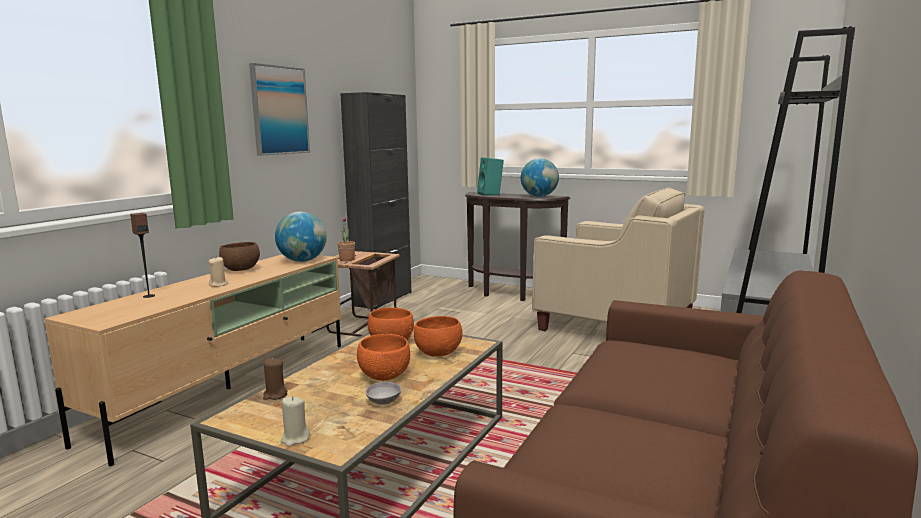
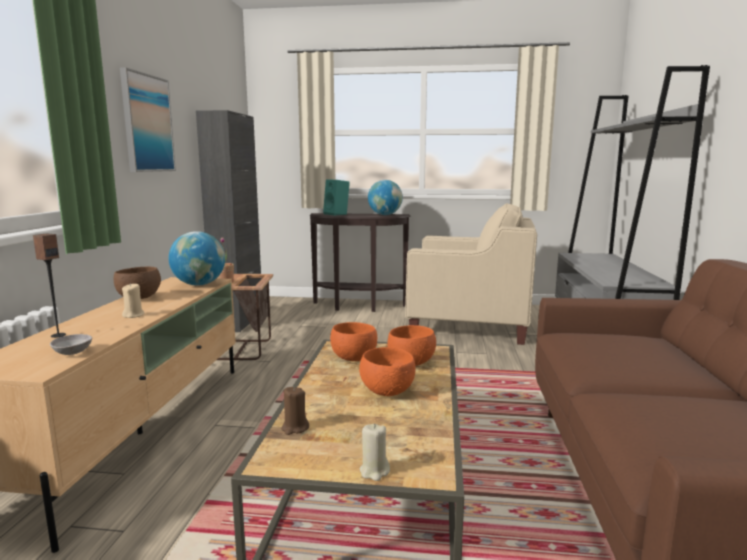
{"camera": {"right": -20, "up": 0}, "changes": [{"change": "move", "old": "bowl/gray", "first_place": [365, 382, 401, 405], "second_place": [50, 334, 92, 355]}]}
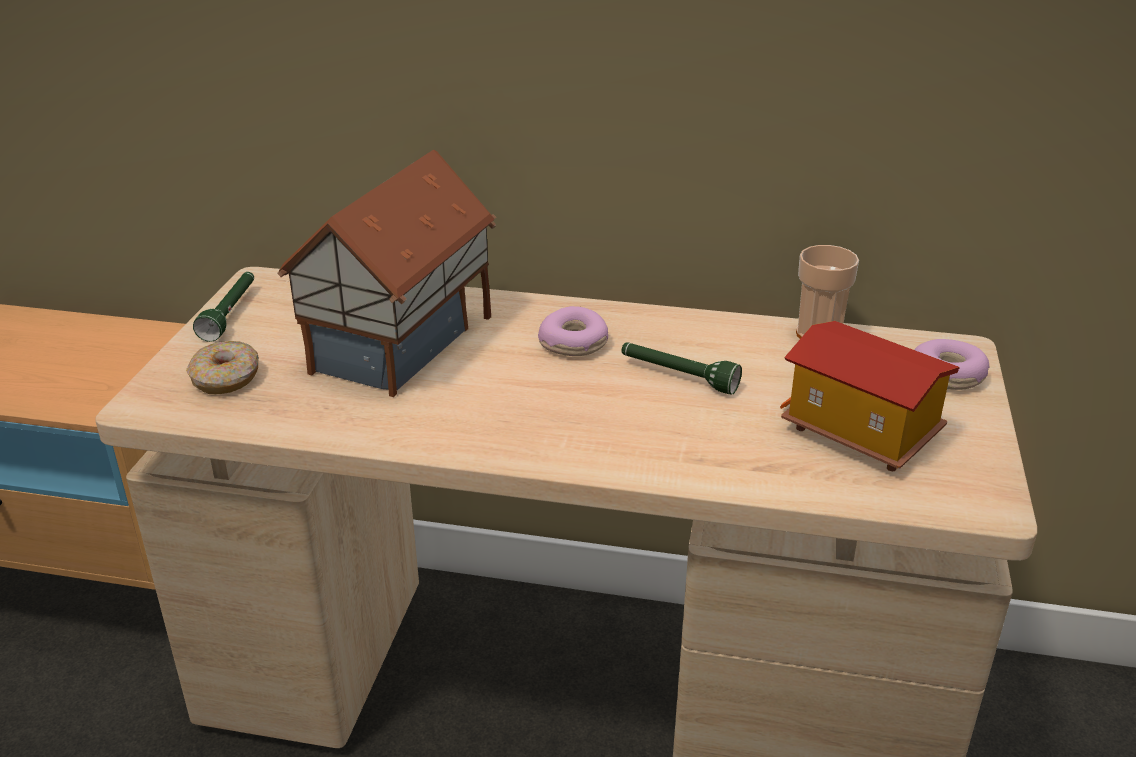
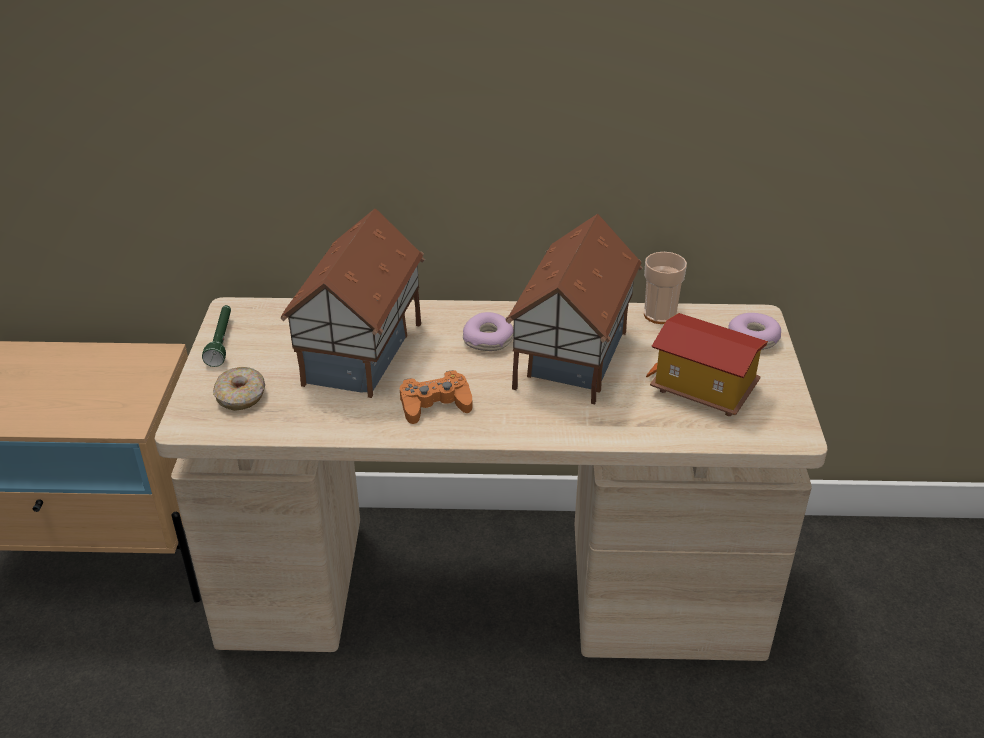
{"camera": {"right": -10, "up": 5}, "changes": [{"change": "insert", "new": "gamepad/orange-coloured", "second_place": [400, 370, 472, 424]}, {"change": "replace", "old": "hand torch/green-coloured", "new": "model house", "first_place": [622, 342, 742, 395], "second_place": [505, 214, 643, 404]}]}
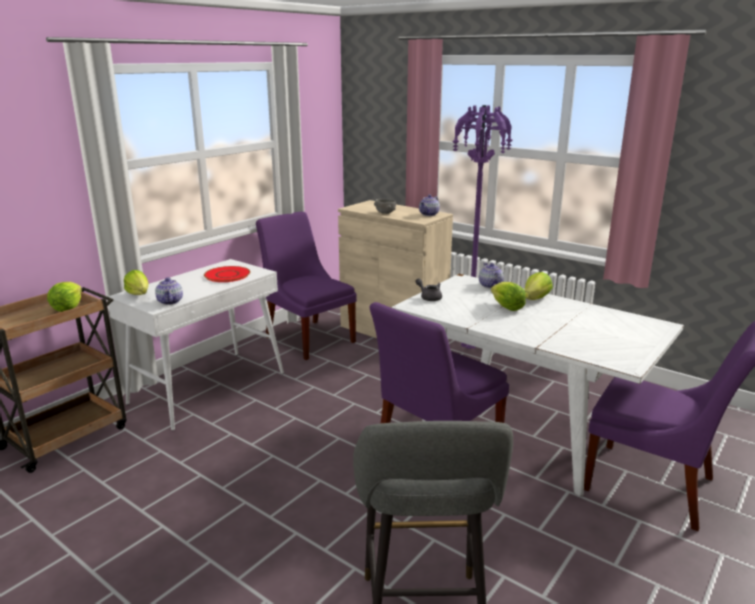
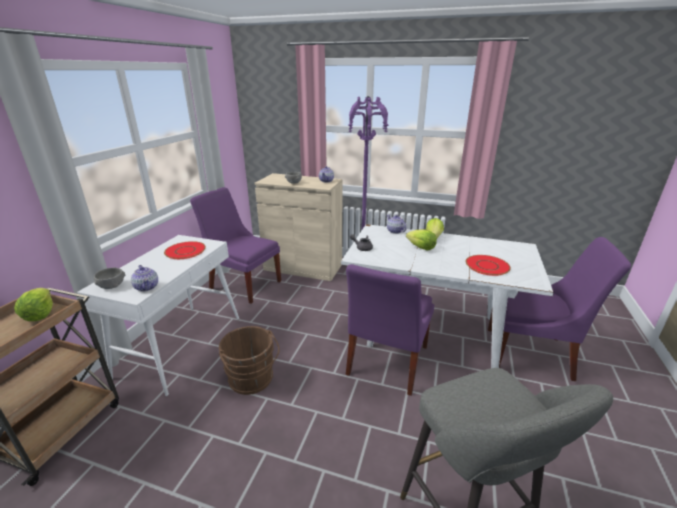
{"camera": {"right": -20, "up": 5}, "changes": [{"change": "replace", "old": "head of lettuce", "new": "bowl/gray", "first_place": [124, 270, 149, 295], "second_place": [94, 268, 125, 289]}, {"change": "insert", "new": "pail/brownish", "second_place": [219, 326, 280, 395]}, {"change": "insert", "new": "flat dish/red-coloured", "second_place": [466, 255, 511, 276]}]}
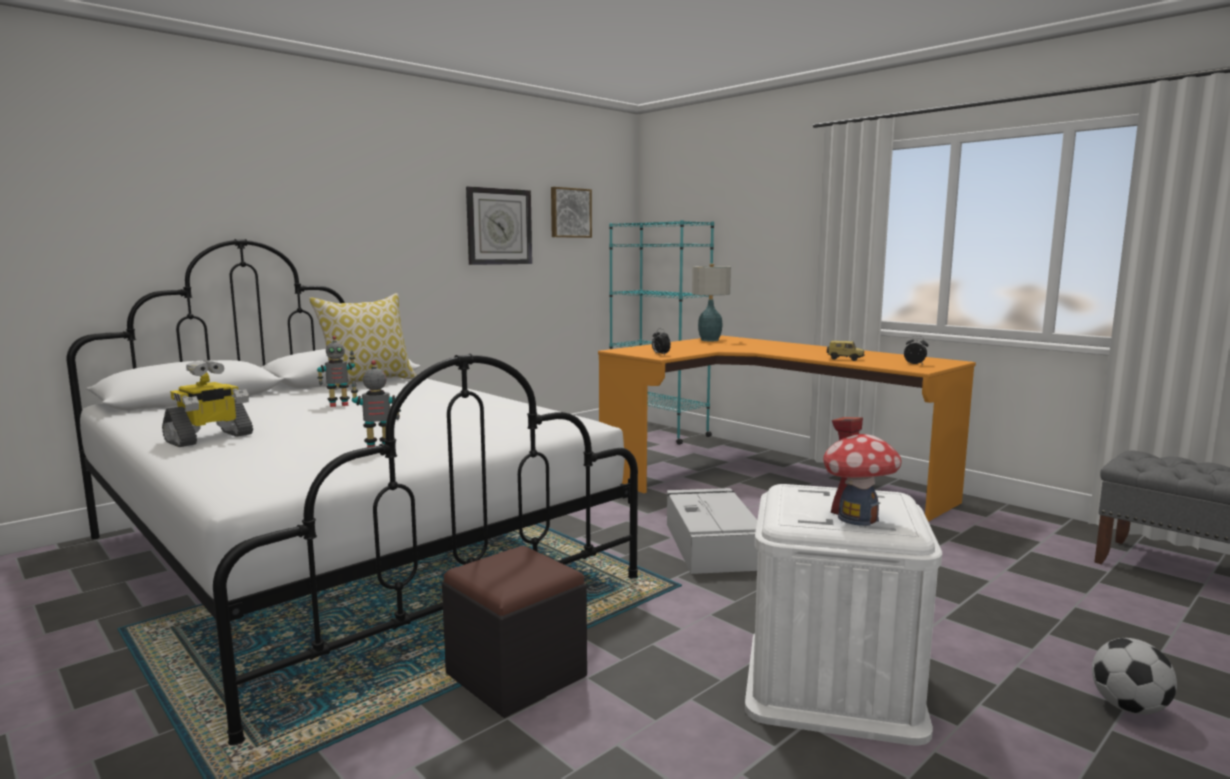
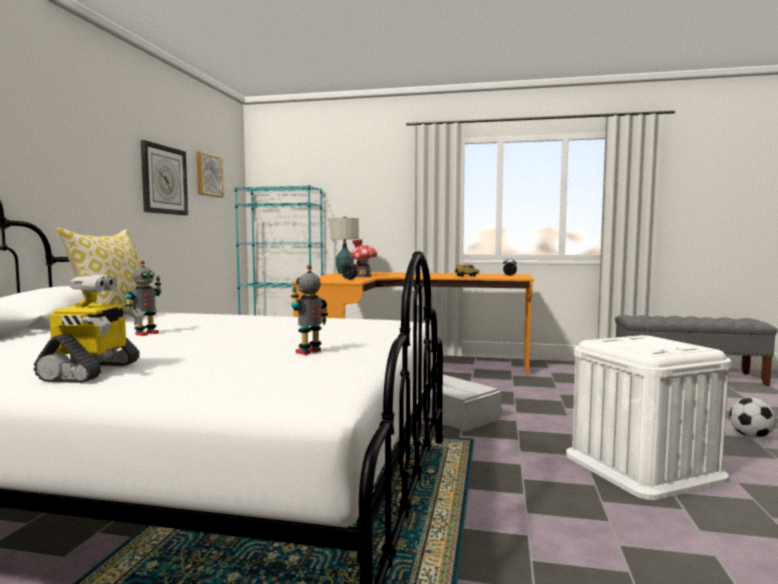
{"camera": {"right": -35, "up": -5}, "changes": [{"change": "move", "old": "model house", "first_place": [823, 417, 902, 526], "second_place": [350, 239, 377, 277]}, {"change": "delete", "old": "pouffe/black-coloured", "first_place": [442, 546, 587, 718]}]}
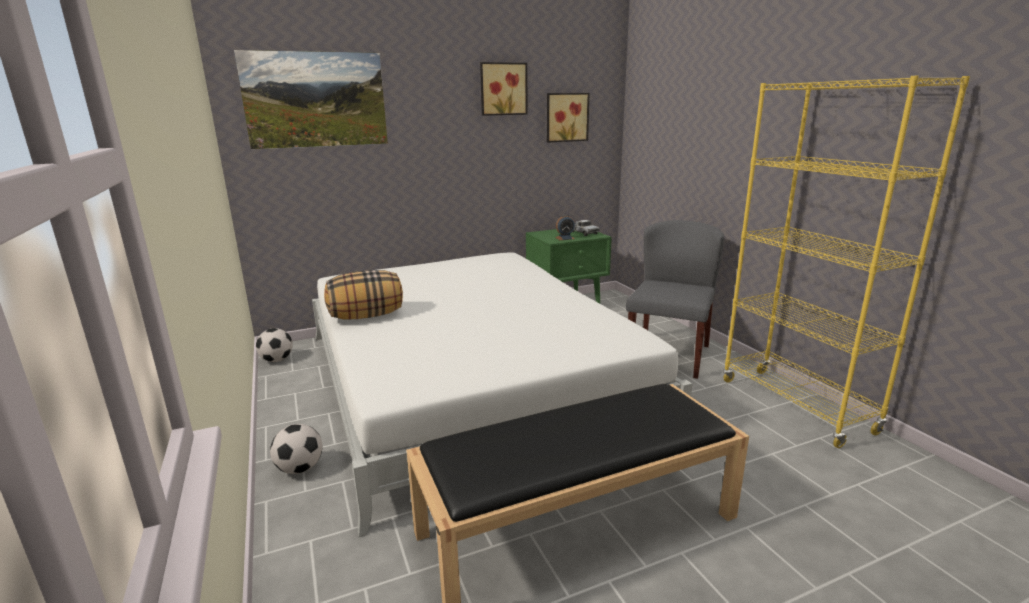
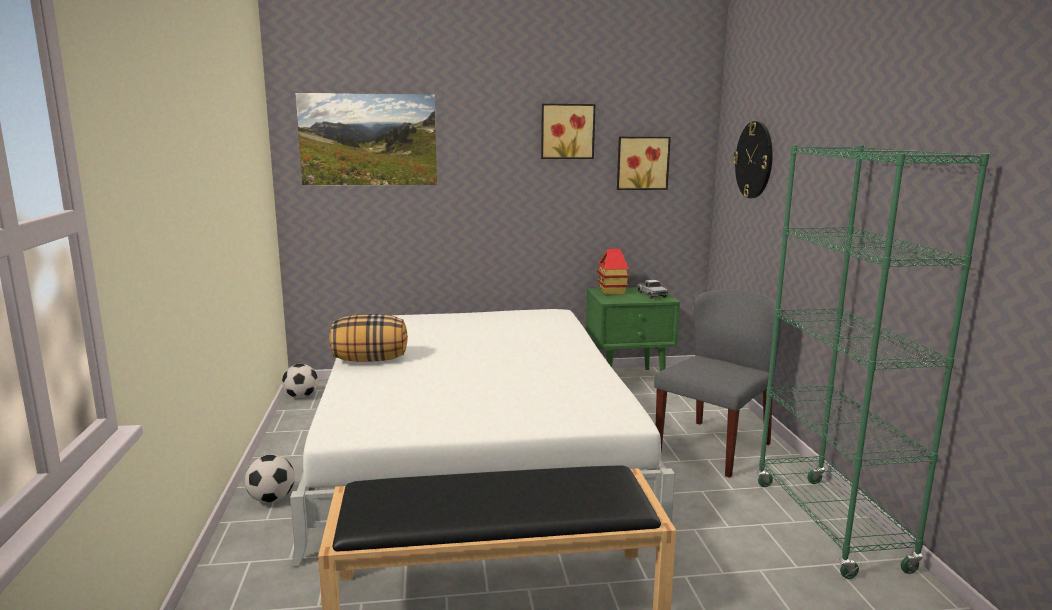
{"camera": {"right": 15, "up": -5}, "changes": [{"change": "insert", "new": "model house", "second_place": [597, 249, 630, 295]}, {"change": "insert", "new": "hanging clock", "second_place": [733, 121, 773, 198]}, {"change": "recolor", "old": "bookcase/yellowish", "new": "bookcase/green-coloured", "first_place": [723, 76, 970, 448], "second_place": [757, 145, 990, 579]}, {"change": "delete", "old": "bedside clock", "first_place": [555, 215, 575, 240]}]}
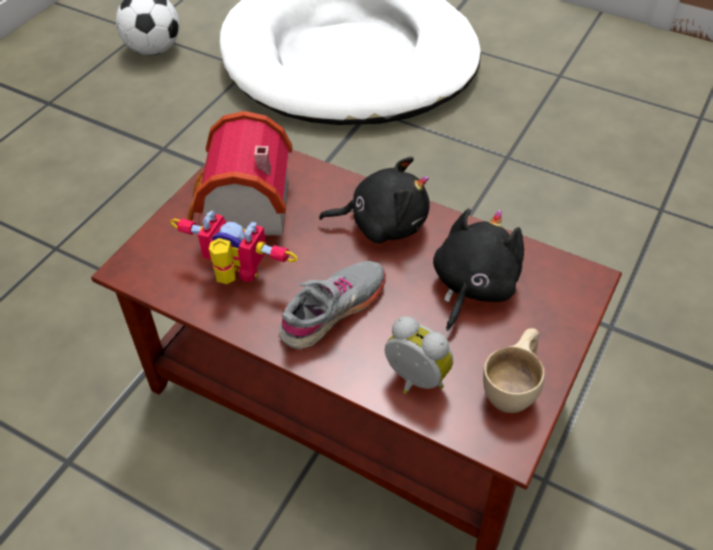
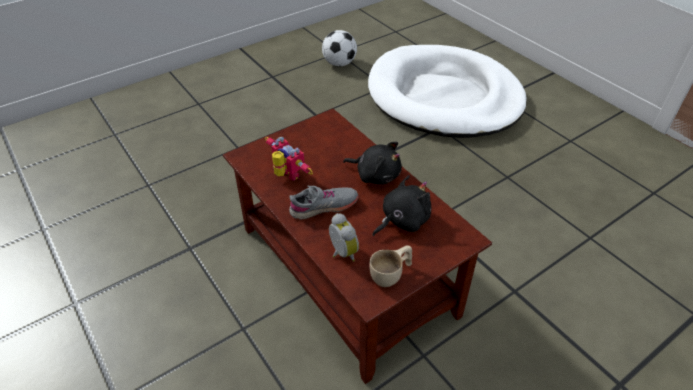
{"camera": {"right": 25, "up": -5}, "changes": [{"change": "delete", "old": "model house", "first_place": [187, 111, 292, 235]}]}
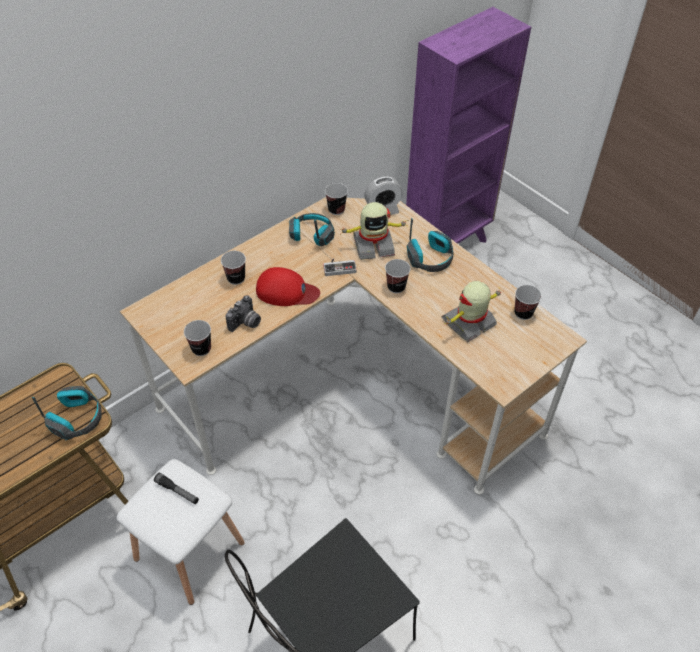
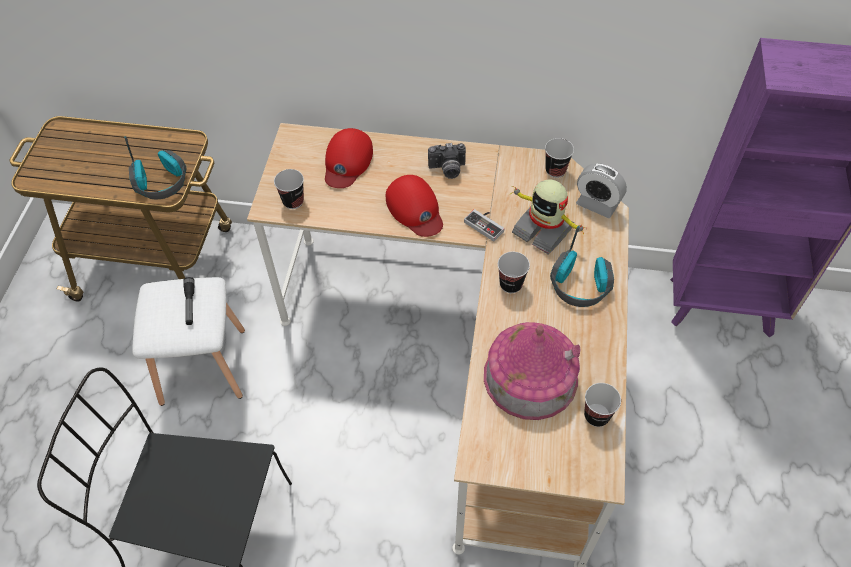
{"camera": {"right": 50, "up": 5}, "changes": [{"change": "insert", "new": "cap/red-coloured", "second_place": [325, 128, 373, 188]}, {"change": "move", "old": "still camera", "first_place": [226, 295, 261, 332], "second_place": [428, 143, 466, 179]}, {"change": "replace", "old": "robot figure", "new": "model house", "first_place": [442, 281, 501, 342], "second_place": [484, 322, 580, 420]}, {"change": "delete", "old": "small cup", "first_place": [221, 251, 246, 285]}, {"change": "delete", "old": "headphones", "first_place": [289, 213, 335, 246]}]}
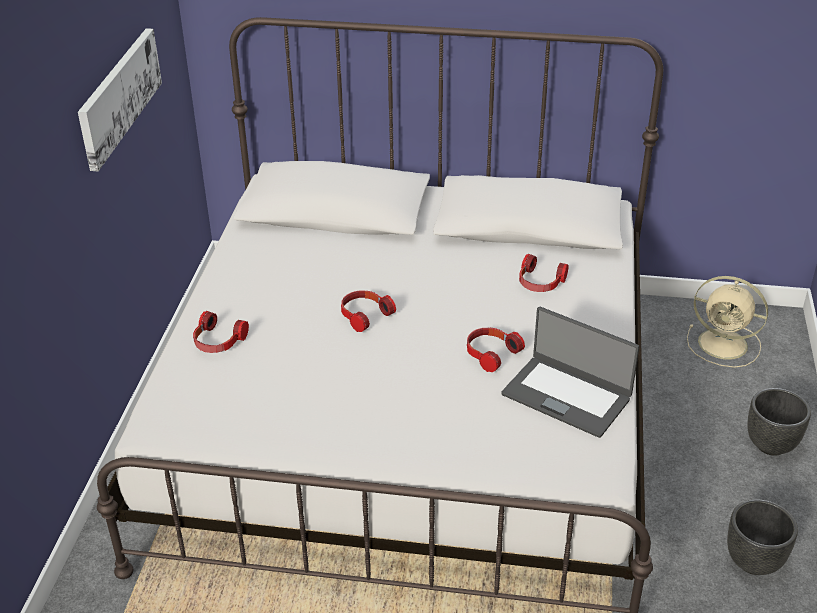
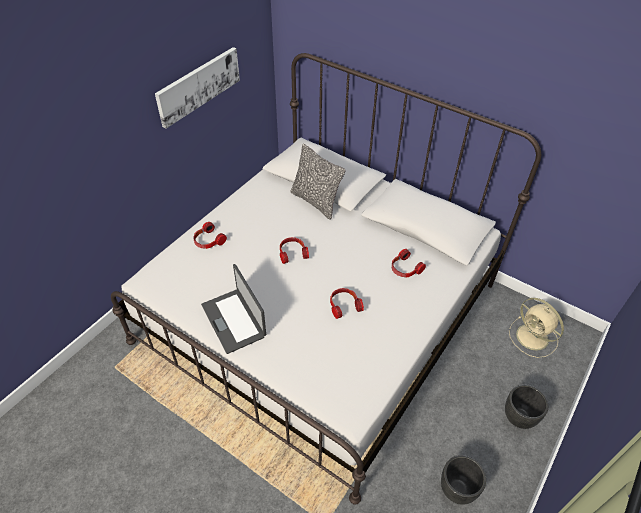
{"camera": {"right": 25, "up": 10}, "changes": [{"change": "move", "old": "laptop", "first_place": [501, 307, 639, 438], "second_place": [201, 264, 266, 354]}, {"change": "insert", "new": "throw pillow", "second_place": [290, 144, 346, 220]}]}
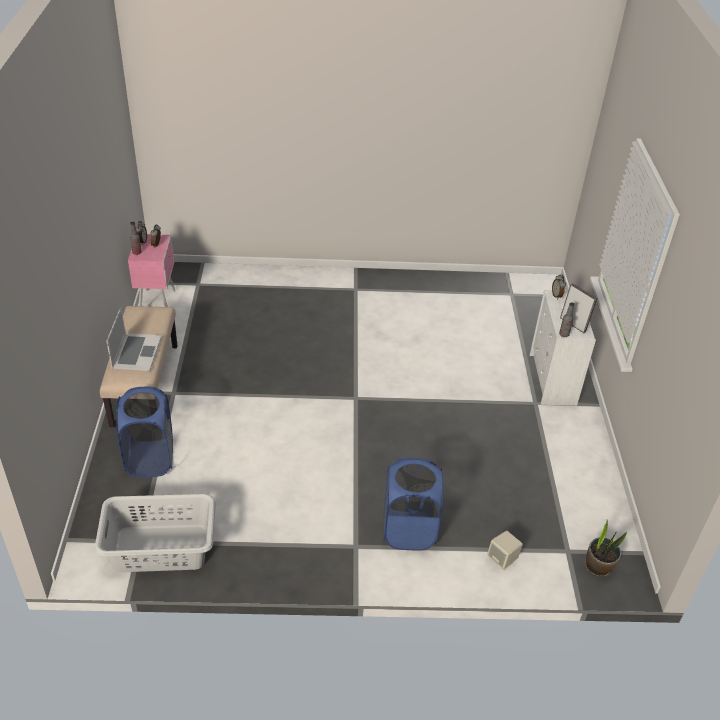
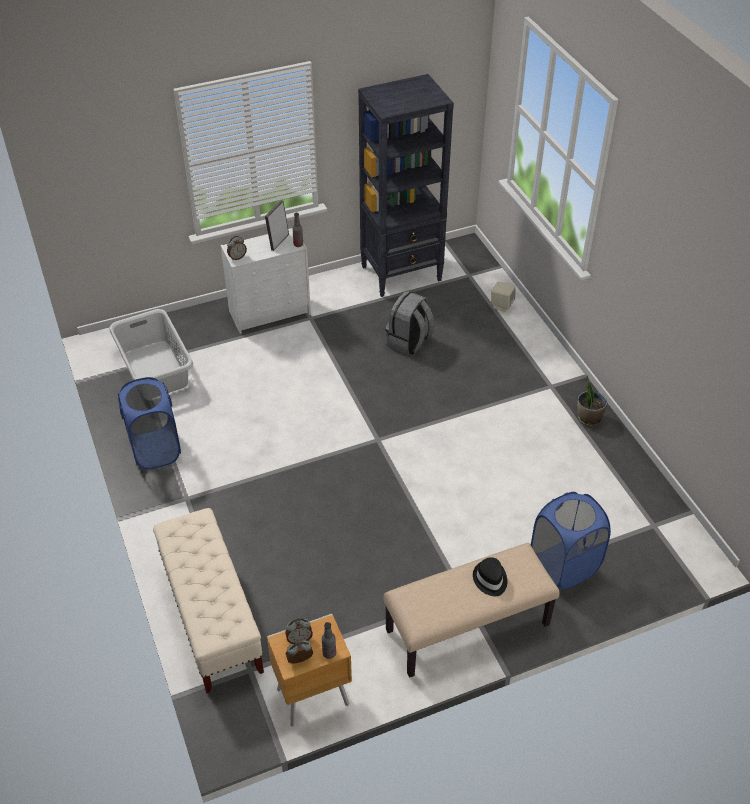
{"camera": {"right": -110, "up": 5}, "changes": [{"change": "move", "old": "hamper/gray", "first_place": [95, 494, 216, 572], "second_place": [110, 309, 193, 393]}, {"change": "move", "old": "hamper/bluish", "first_place": [384, 457, 443, 550], "second_place": [118, 377, 181, 470]}, {"change": "insert", "new": "indoor bench/beige-coloured", "second_place": [153, 508, 264, 693]}, {"change": "recolor", "old": "night table/pink", "new": "night table/brownish", "first_place": [128, 234, 176, 307], "second_place": [267, 614, 352, 727]}, {"change": "insert", "new": "bookcase/black-coloured", "second_place": [358, 74, 454, 297]}, {"change": "insert", "new": "backpack/gray", "second_place": [385, 291, 434, 355]}, {"change": "replace", "old": "laptop", "new": "clothing hat/black-coloured", "first_place": [106, 307, 161, 371], "second_place": [473, 557, 507, 596]}, {"change": "move", "old": "potted plant", "first_place": [585, 520, 627, 577], "second_place": [577, 375, 607, 426]}]}
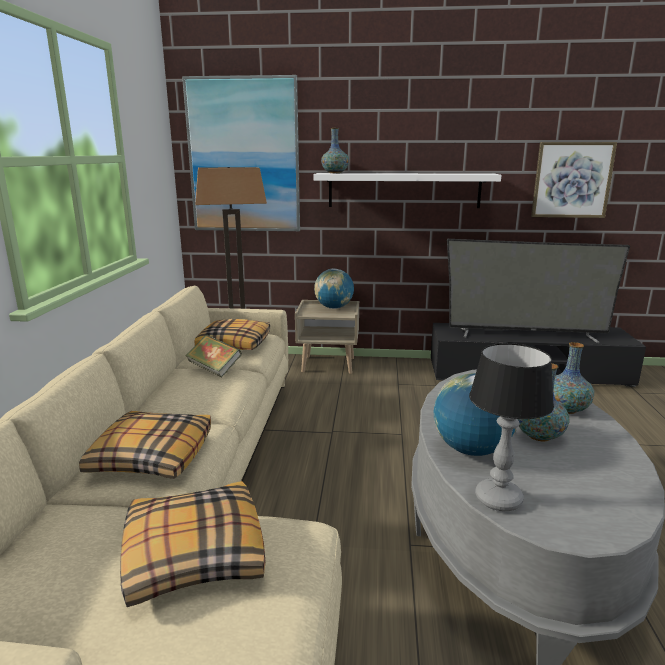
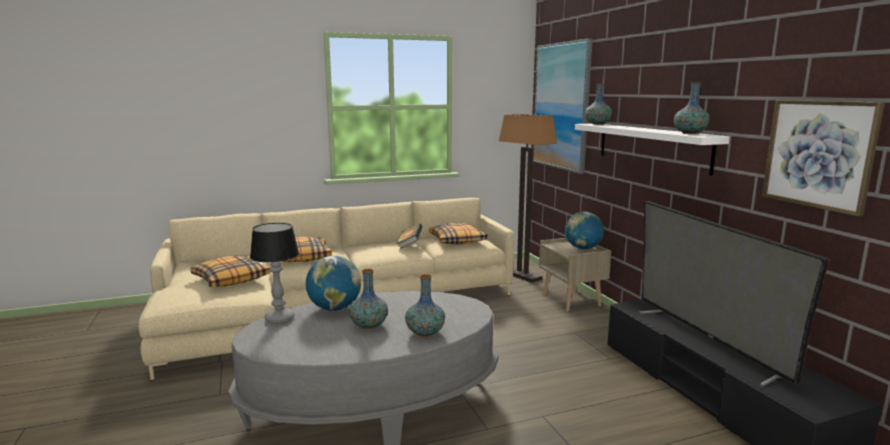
{"camera": {"right": 65, "up": -5}, "changes": [{"change": "insert", "new": "decorative vase", "second_place": [674, 82, 710, 134]}]}
